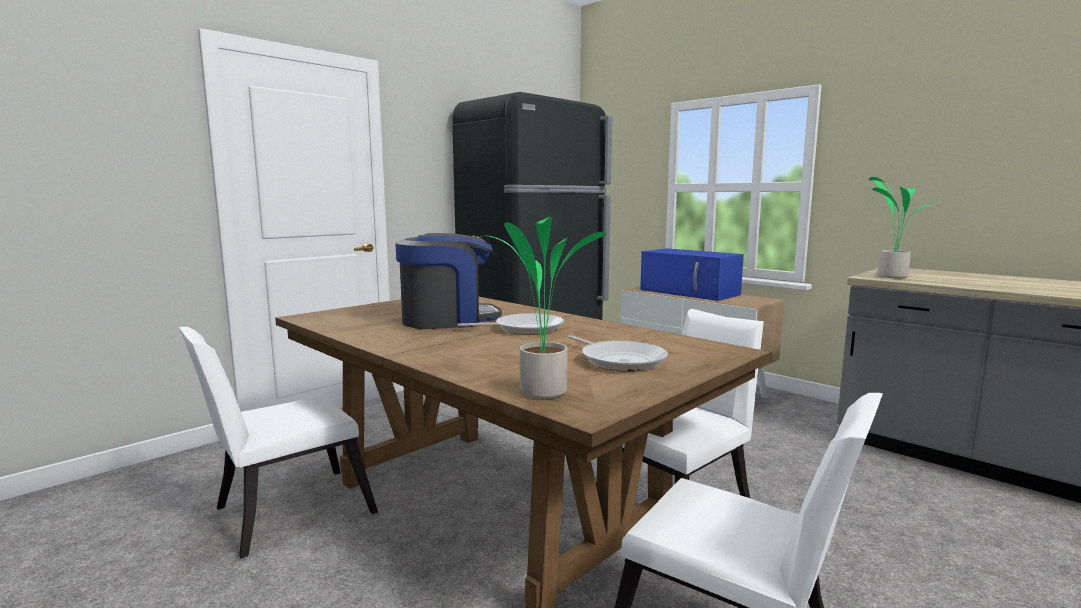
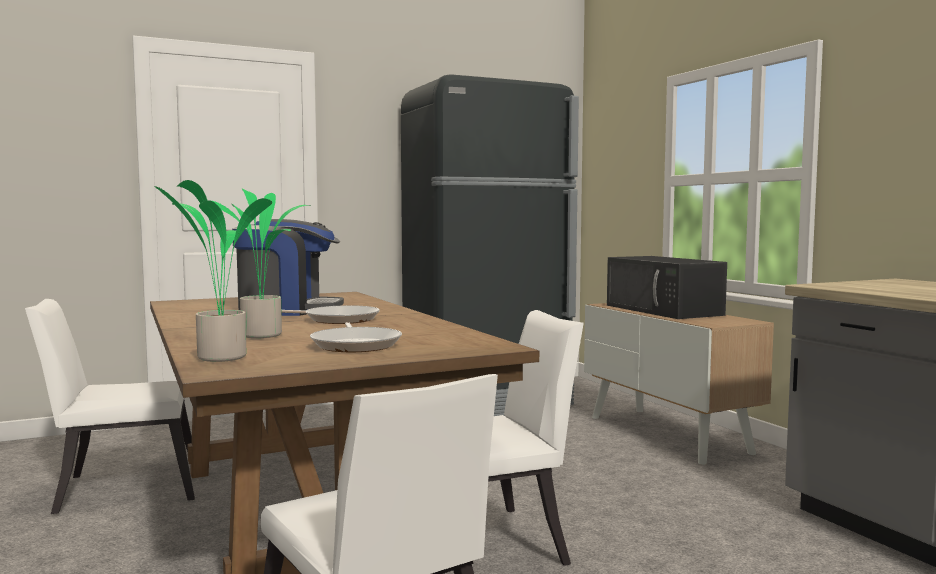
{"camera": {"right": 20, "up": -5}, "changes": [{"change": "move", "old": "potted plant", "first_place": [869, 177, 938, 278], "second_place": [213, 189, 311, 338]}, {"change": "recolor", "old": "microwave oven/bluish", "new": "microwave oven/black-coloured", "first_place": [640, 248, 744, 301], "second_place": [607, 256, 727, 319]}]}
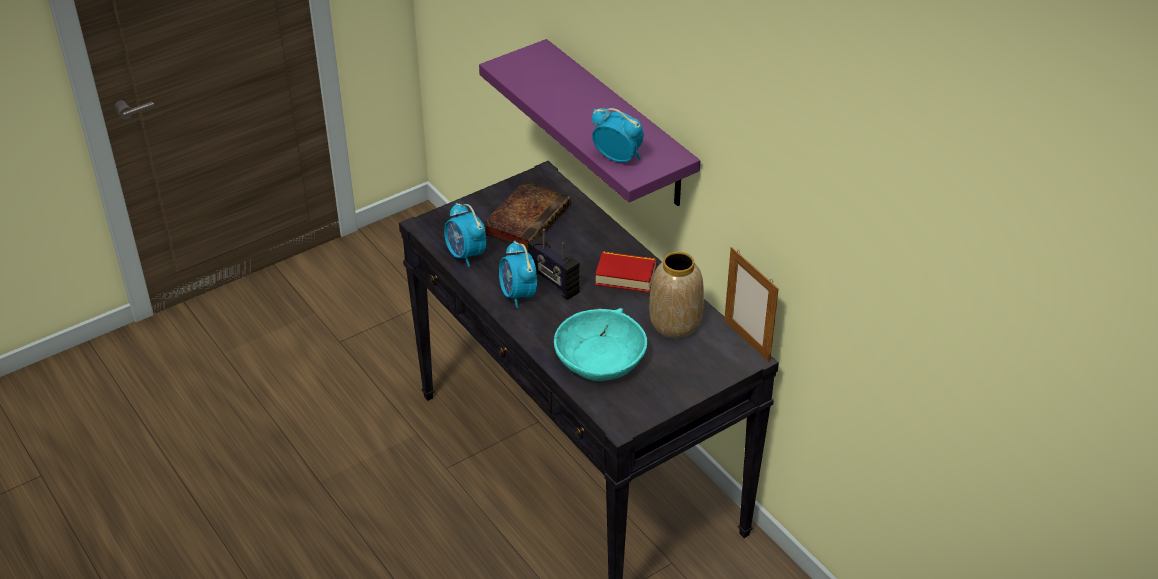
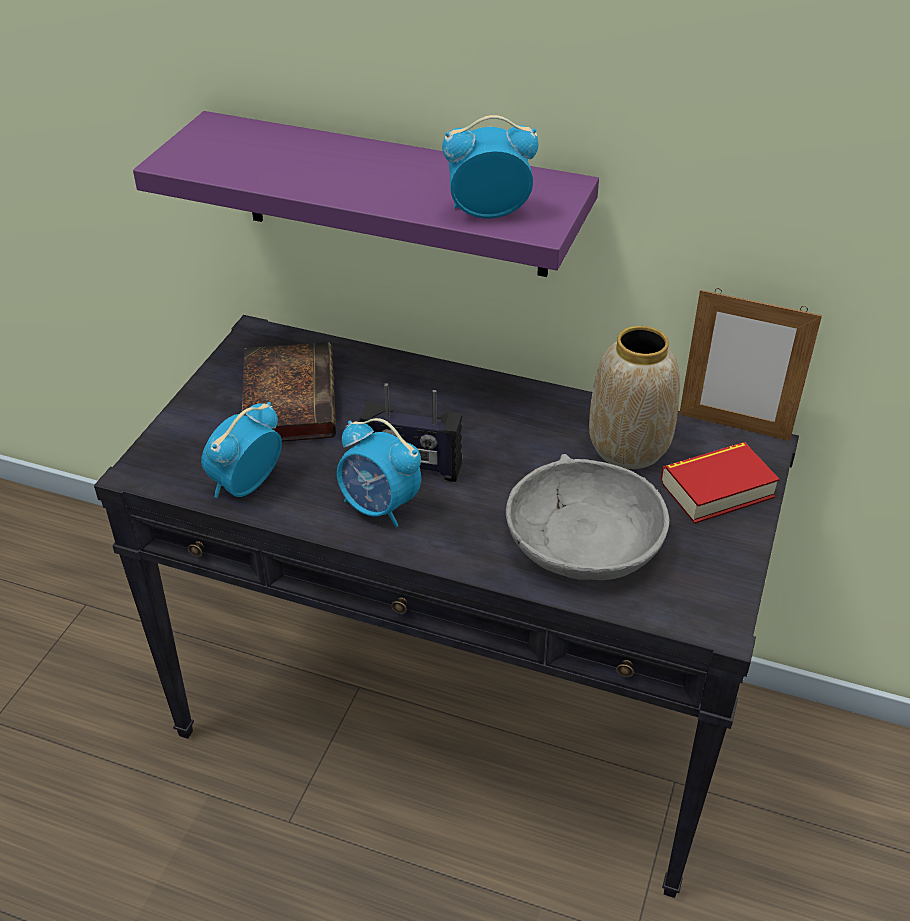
{"camera": {"right": -35, "up": 0}, "changes": [{"change": "rotate", "old": "bedside clock", "first_place": [444, 203, 486, 267], "second_place": [201, 402, 282, 498], "degrees": 105}, {"change": "recolor", "old": "bowl/turquoise-coloured", "new": "bowl/gray", "first_place": [554, 308, 647, 381], "second_place": [506, 454, 669, 580]}, {"change": "move", "old": "bound book", "first_place": [595, 251, 656, 293], "second_place": [661, 442, 780, 524]}]}
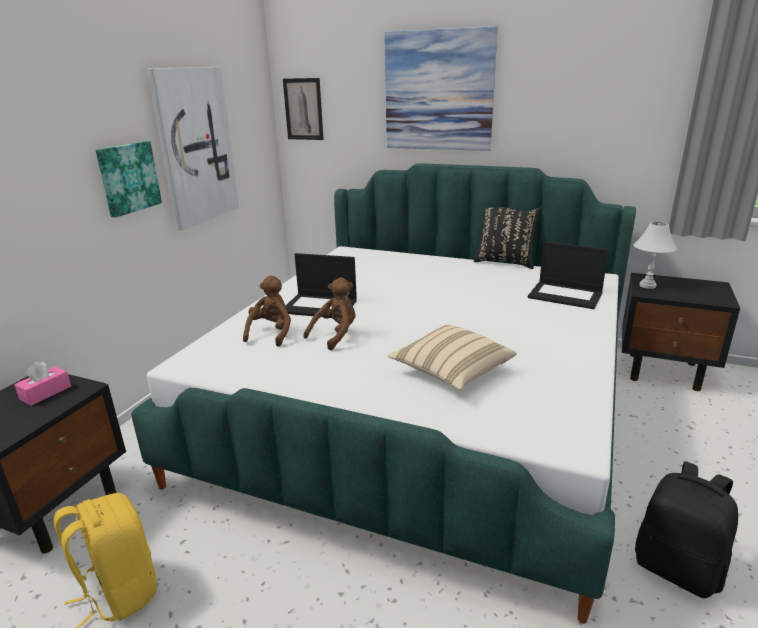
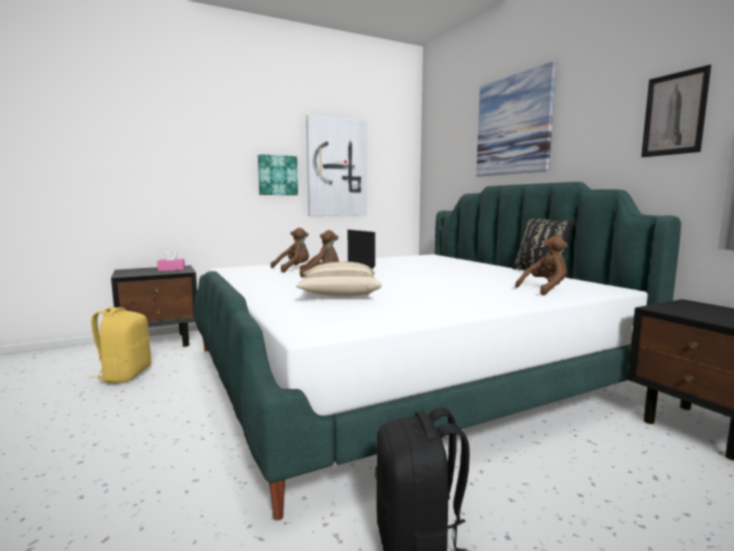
{"camera": {"right": 40, "up": -15}, "changes": [{"change": "replace", "old": "laptop", "new": "cuddly toy/brownish", "first_place": [528, 242, 609, 309], "second_place": [515, 236, 568, 295]}, {"change": "move", "old": "picture", "first_place": [283, 78, 324, 140], "second_place": [641, 65, 711, 157]}, {"change": "delete", "old": "table lamp/white", "first_place": [634, 222, 677, 289]}]}
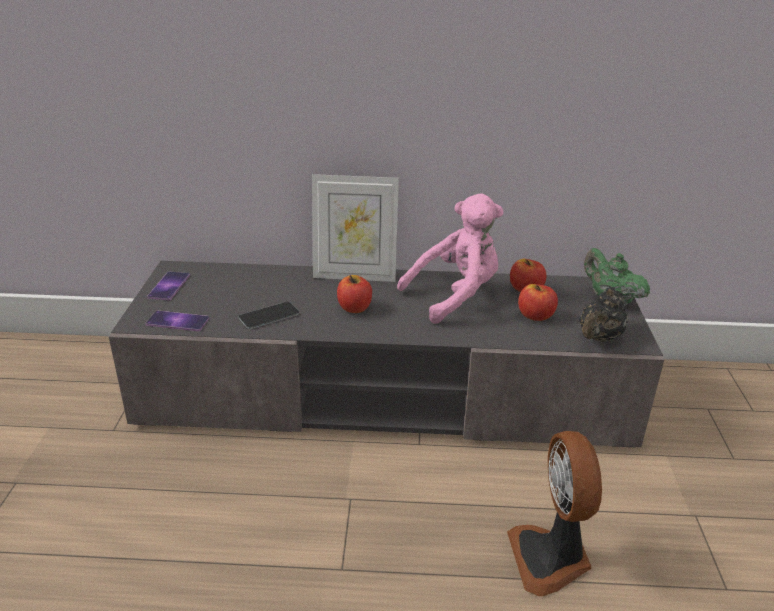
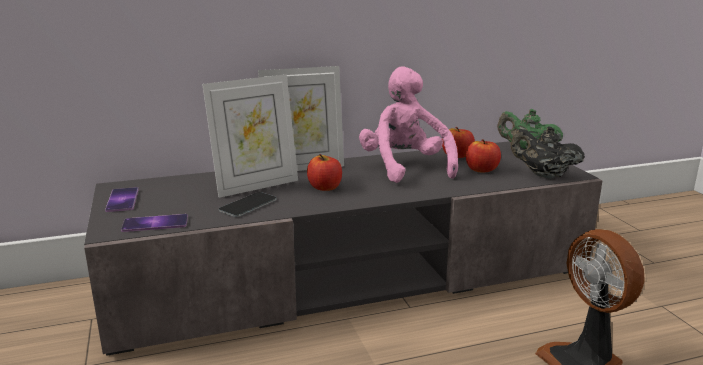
{"camera": {"right": -20, "up": -10}, "changes": [{"change": "insert", "new": "photo frame", "second_place": [202, 74, 298, 198]}, {"change": "rotate", "old": "cuddly toy/pink", "first_place": [397, 193, 504, 324], "second_place": [359, 66, 458, 183], "degrees": -60}, {"change": "rotate", "old": "pot for tea/black-coloured", "first_place": [579, 287, 628, 342], "second_place": [511, 126, 585, 179], "degrees": 105}]}
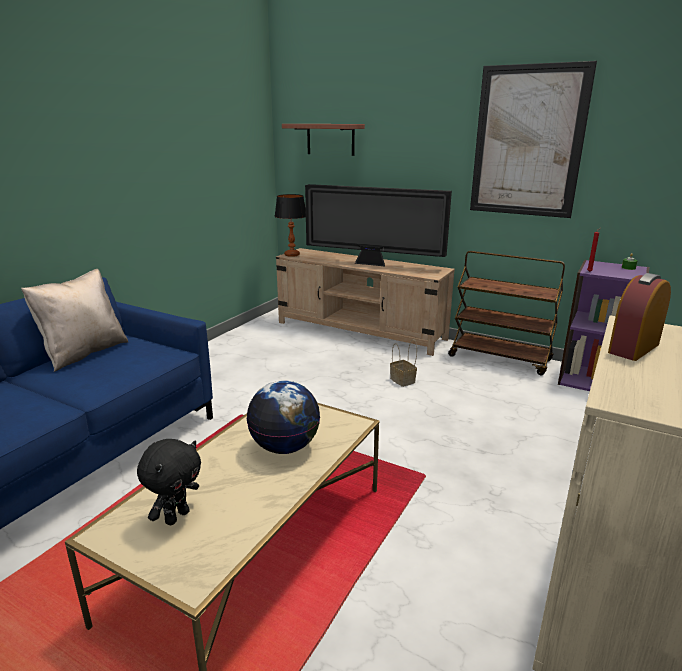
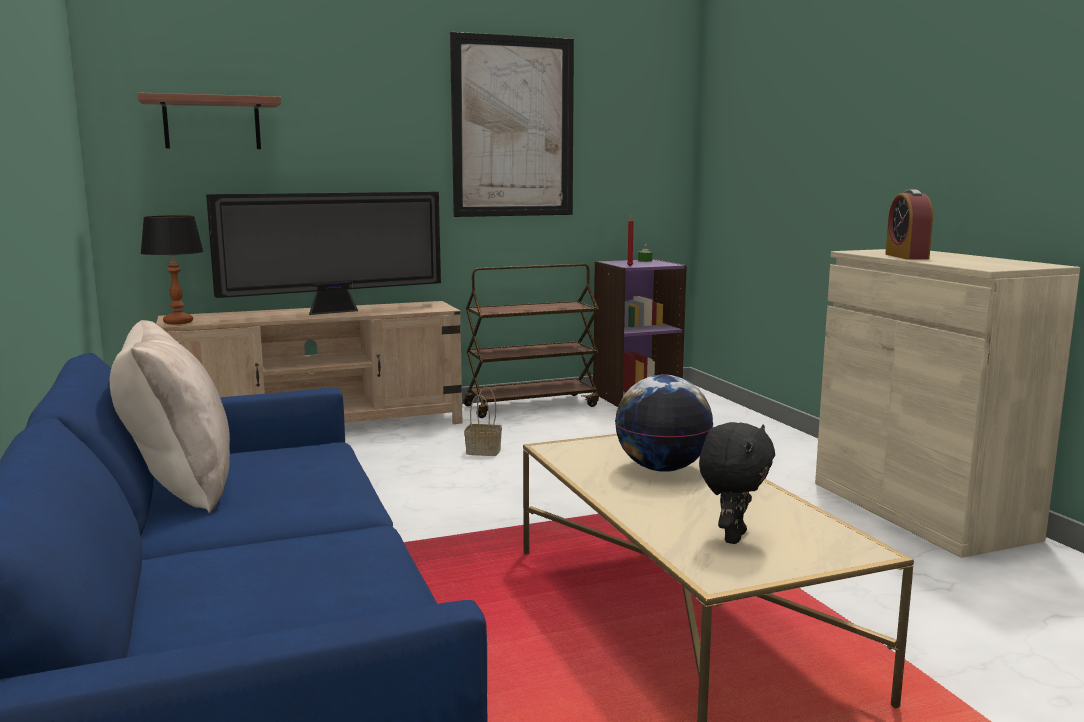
{"camera": {"right": -50, "up": -10}, "changes": [{"change": "rotate", "old": "cuddly toy/black-coloured", "first_place": [137, 439, 201, 525], "second_place": [699, 422, 775, 544], "degrees": 45}]}
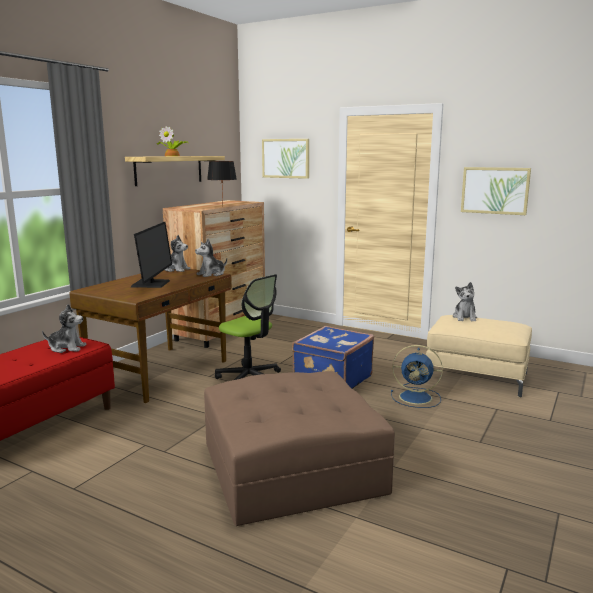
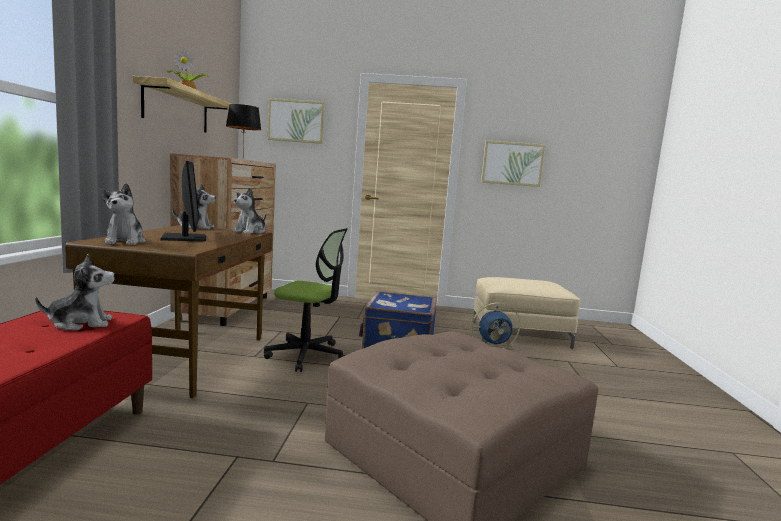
{"camera": {"right": -25, "up": -5}, "changes": [{"change": "move", "old": "cuddly toy", "first_place": [453, 282, 477, 321], "second_place": [101, 183, 146, 245]}]}
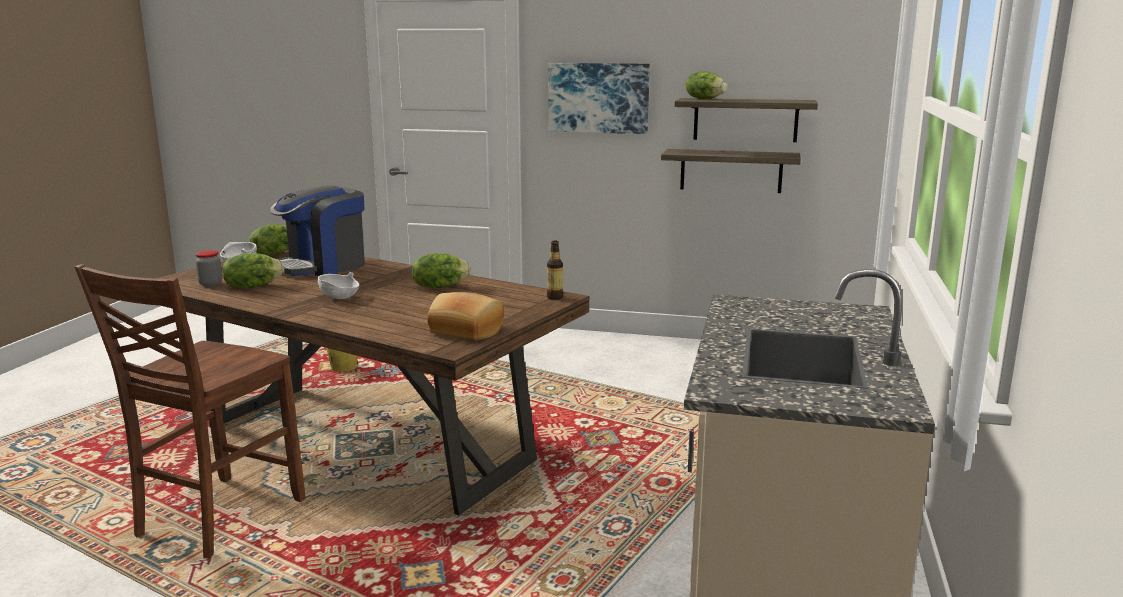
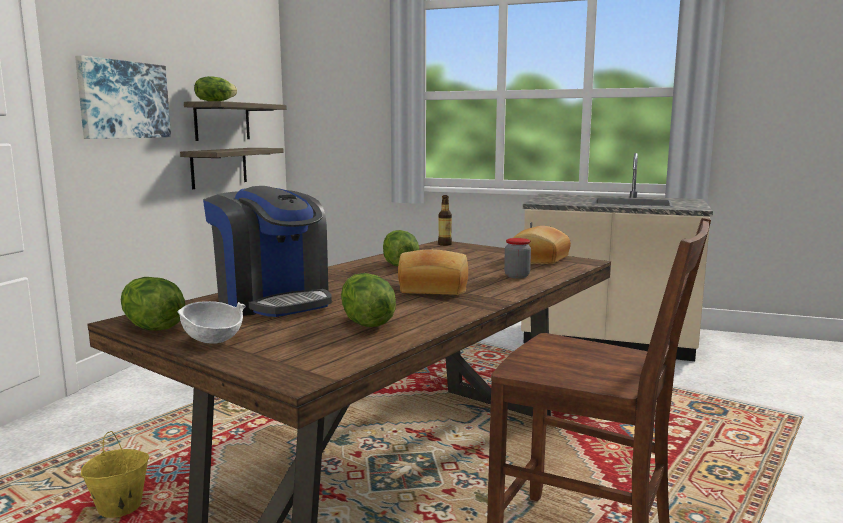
{"camera": {"right": -85, "up": -5}, "changes": [{"change": "replace", "old": "bowl/white", "new": "baked bread", "first_place": [318, 271, 359, 299], "second_place": [398, 249, 468, 295]}, {"change": "move", "old": "storage jar", "first_place": [196, 250, 222, 287], "second_place": [504, 238, 531, 278]}]}
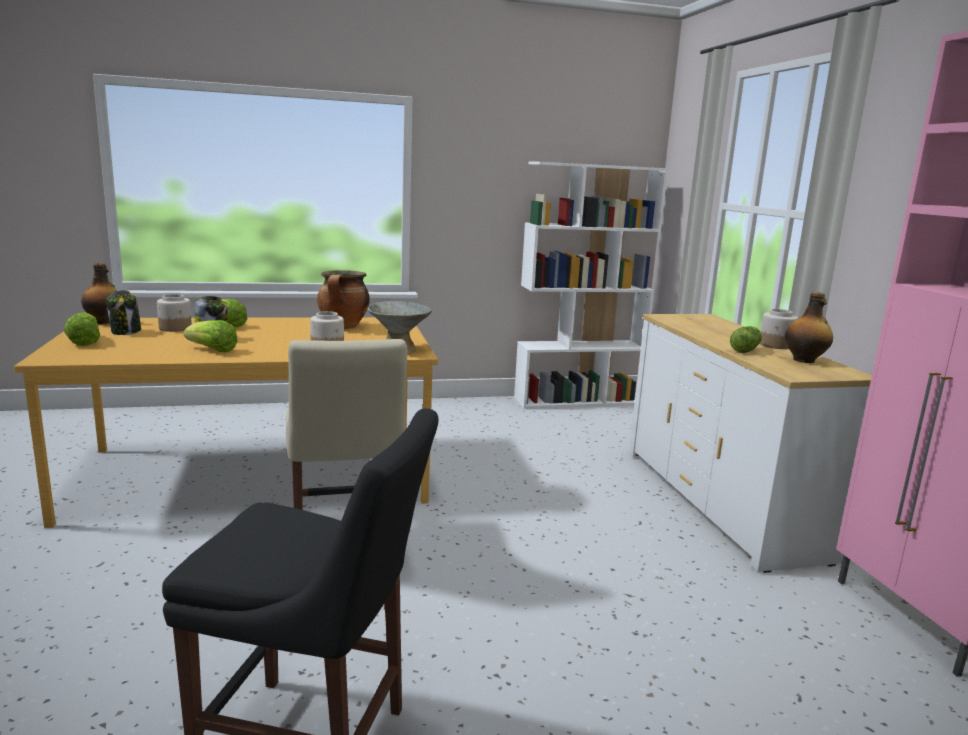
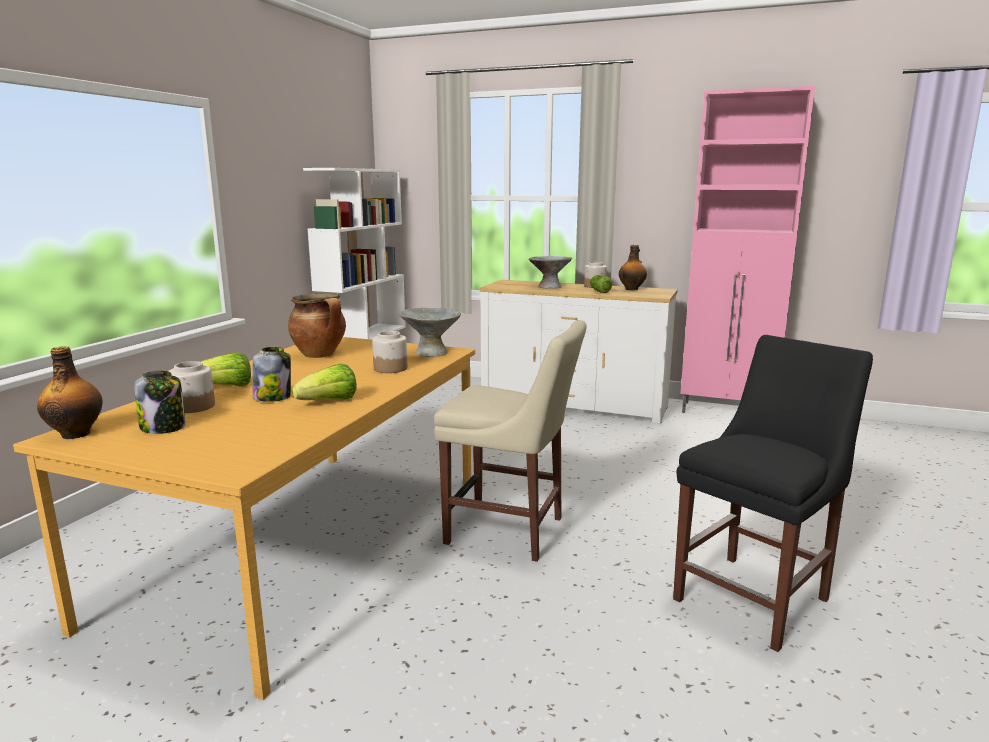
{"camera": {"right": -55, "up": 0}, "changes": [{"change": "insert", "new": "bowl/gray", "second_place": [529, 256, 572, 289]}, {"change": "delete", "old": "head of lettuce", "first_place": [64, 312, 100, 346]}]}
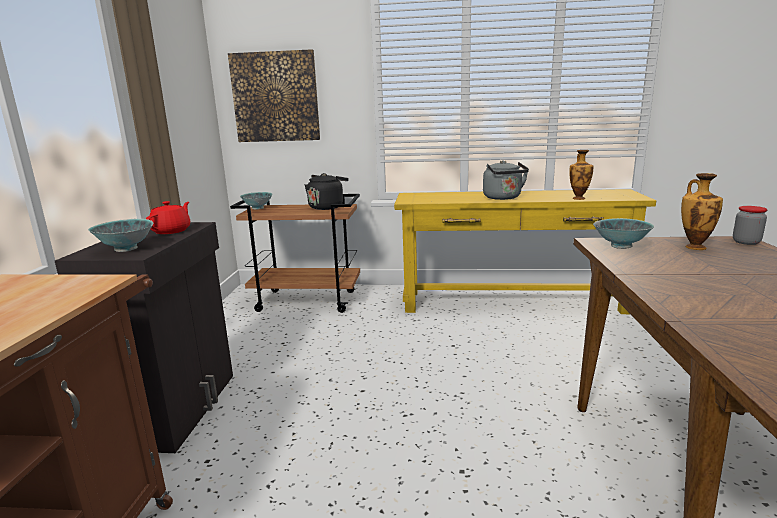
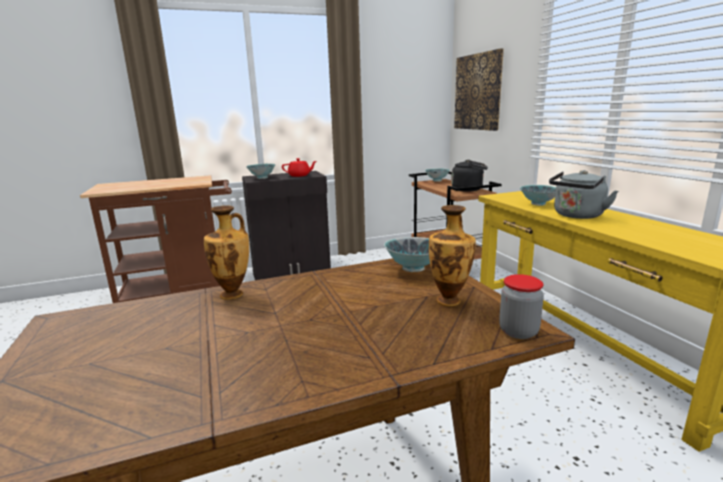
{"camera": {"right": 65, "up": 0}, "changes": [{"change": "move", "old": "decorative vase", "first_place": [569, 150, 594, 200], "second_place": [204, 205, 249, 300]}, {"change": "insert", "new": "bowl", "second_place": [520, 185, 556, 206]}]}
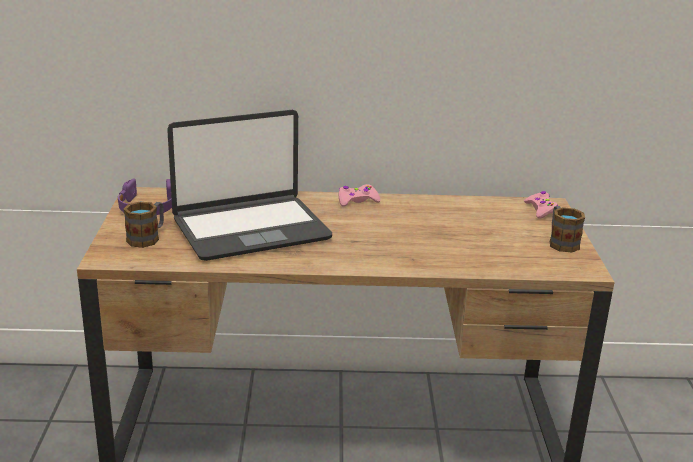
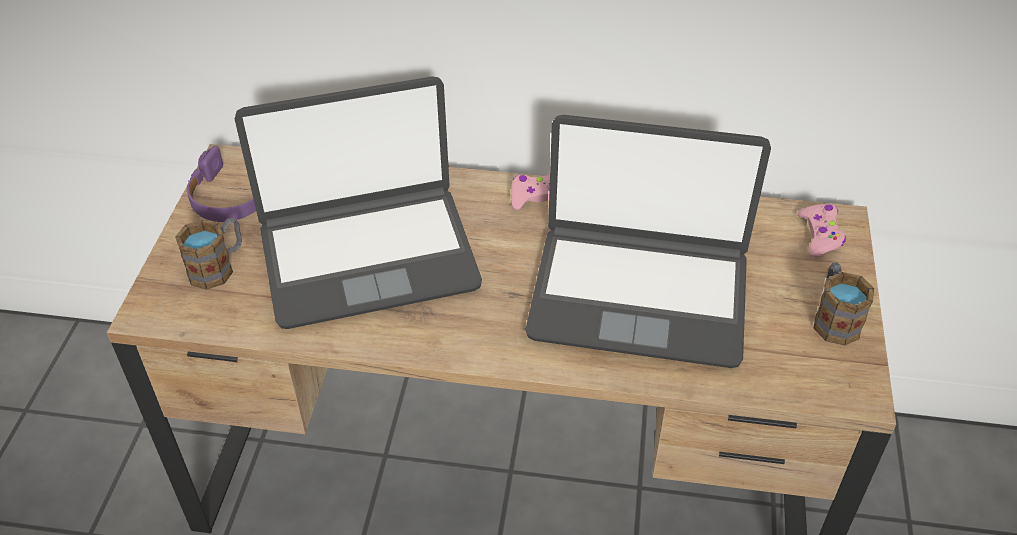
{"camera": {"right": 10, "up": 20}, "changes": [{"change": "insert", "new": "laptop", "second_place": [526, 115, 771, 368]}]}
